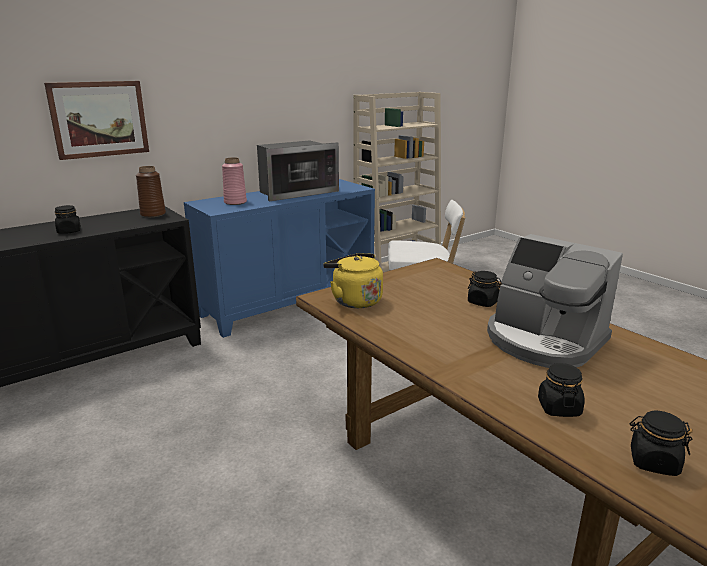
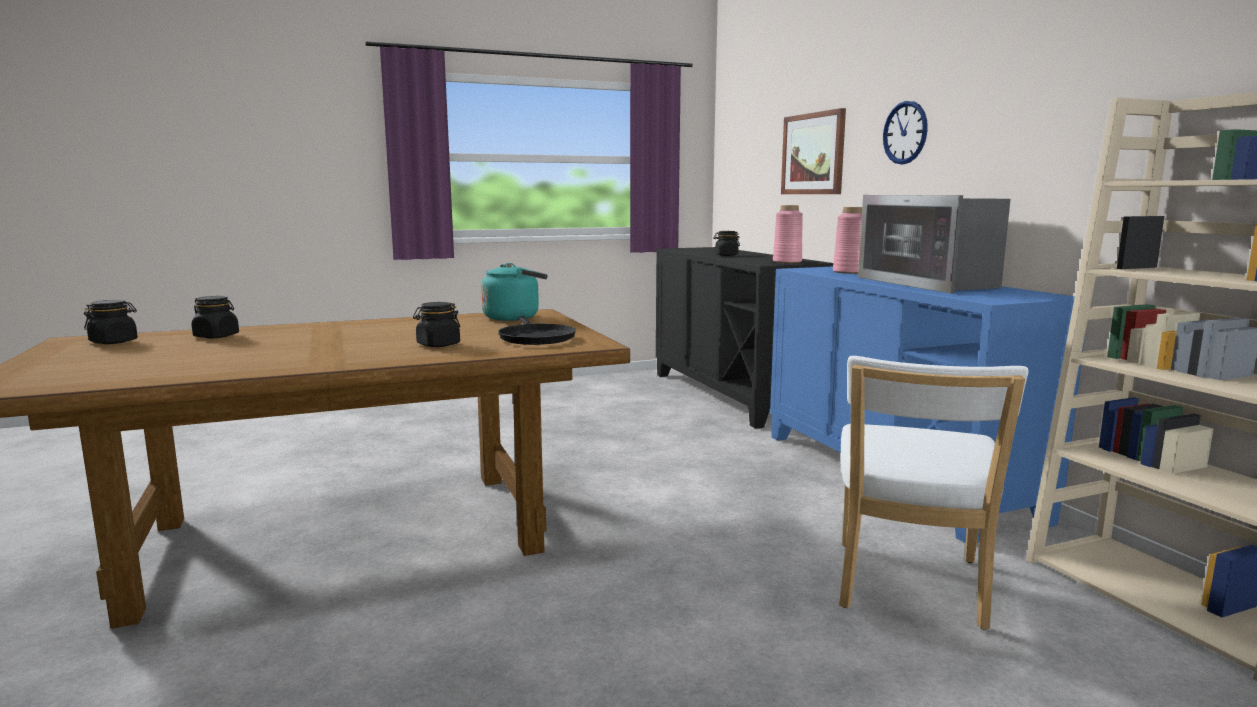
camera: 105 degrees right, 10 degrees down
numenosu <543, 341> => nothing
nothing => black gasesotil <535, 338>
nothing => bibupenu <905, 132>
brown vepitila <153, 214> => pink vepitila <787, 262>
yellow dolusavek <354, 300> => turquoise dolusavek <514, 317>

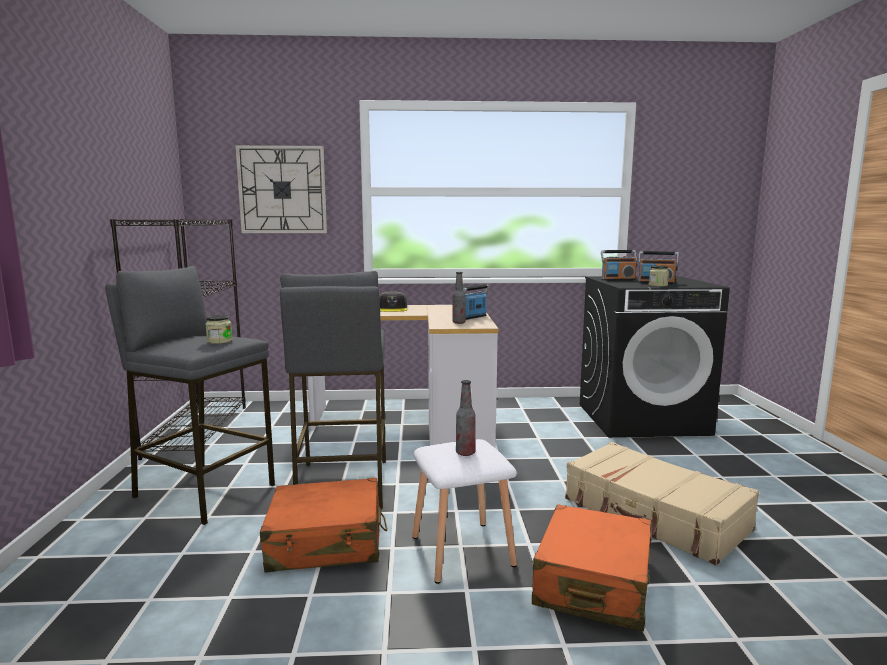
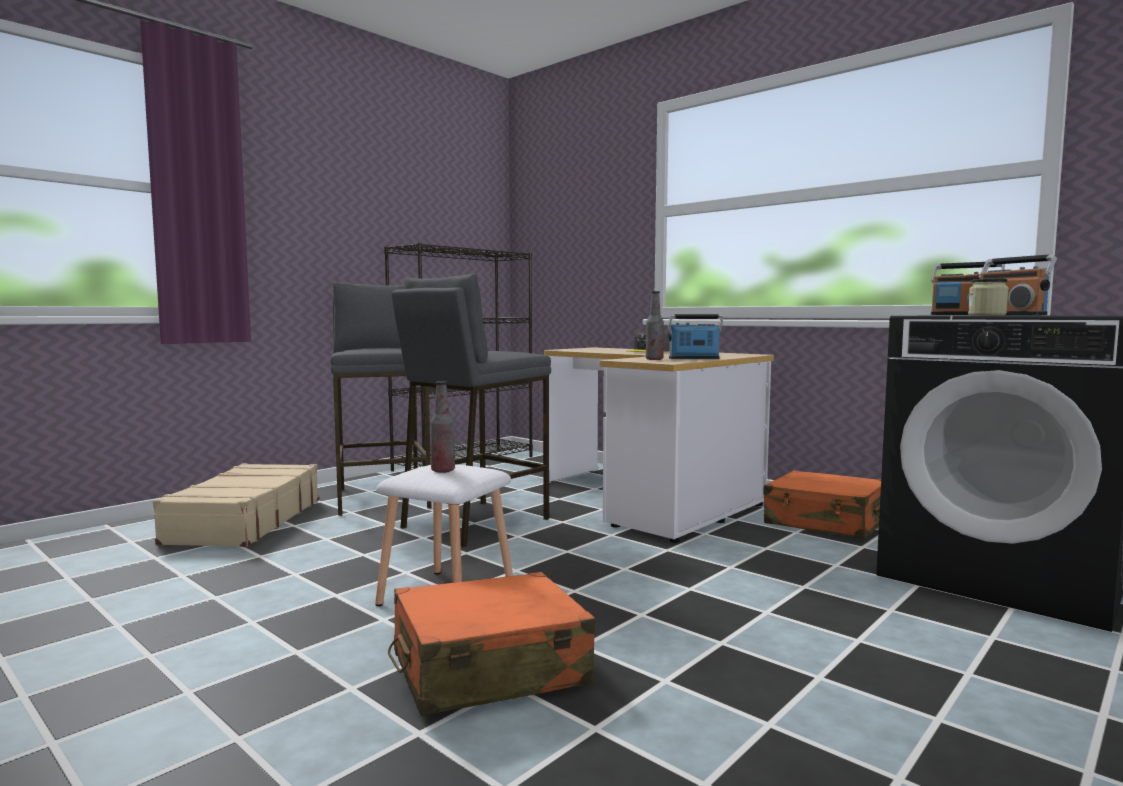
camera: 45 degrees right, 5 degrees down
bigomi <219, 341> => nothing
bibupenu <282, 190> => nothing
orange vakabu <326, 542> => orange vakabu <826, 522>, shifted
beige vakabu <654, 515> => beige vakabu <244, 521>, shifted

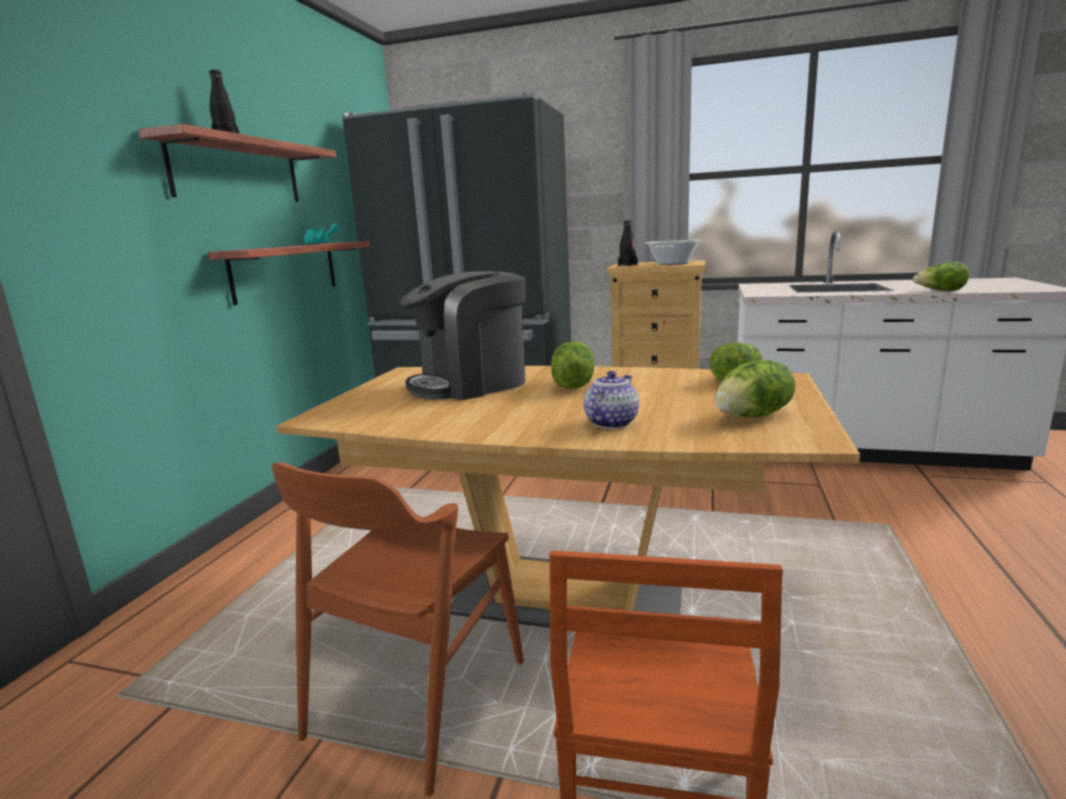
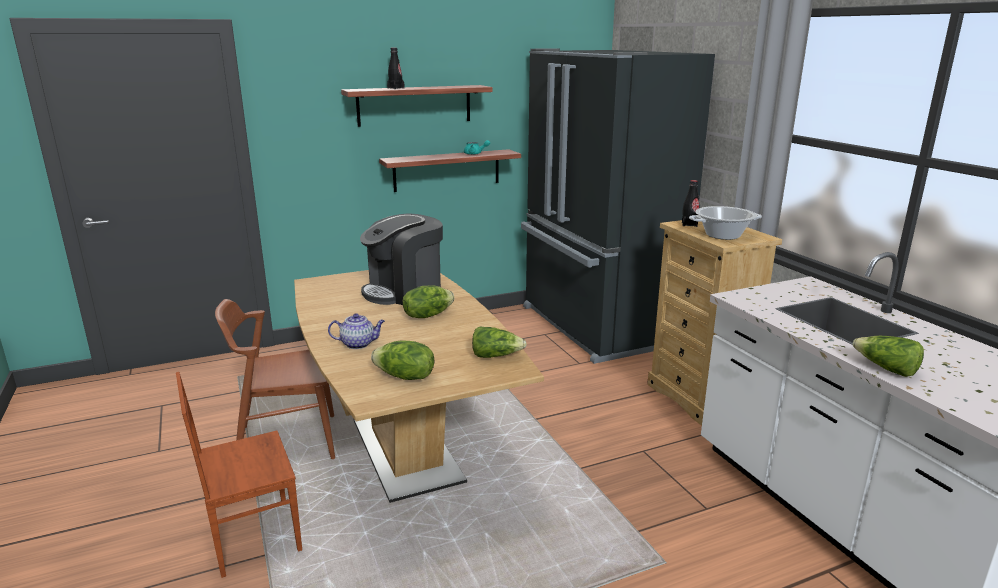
camera: 50 degrees right, 5 degrees up
numenosu <471, 384> => numenosu <404, 291>, 60 degrees counterclockwise

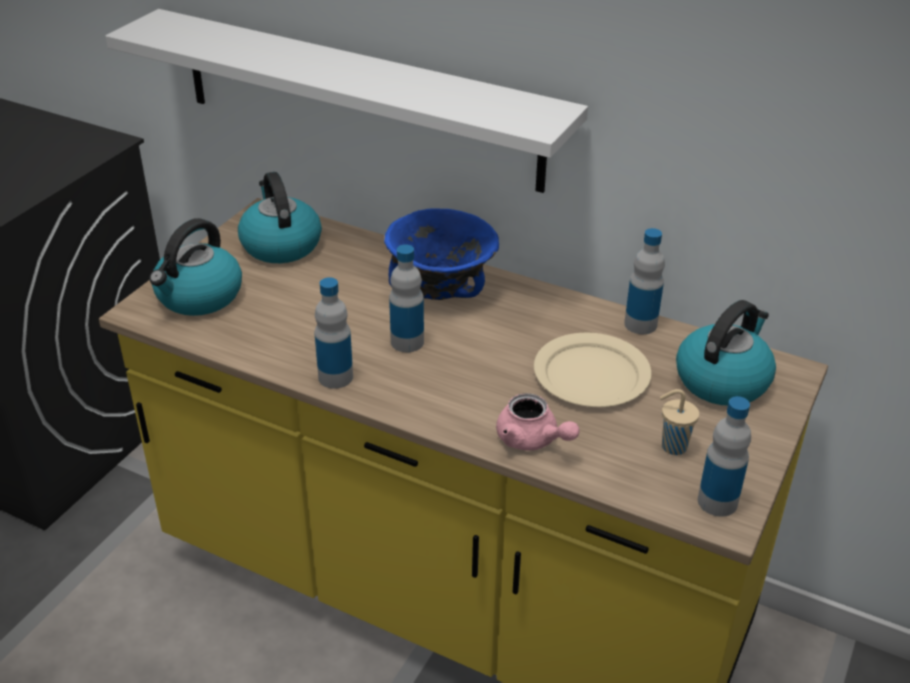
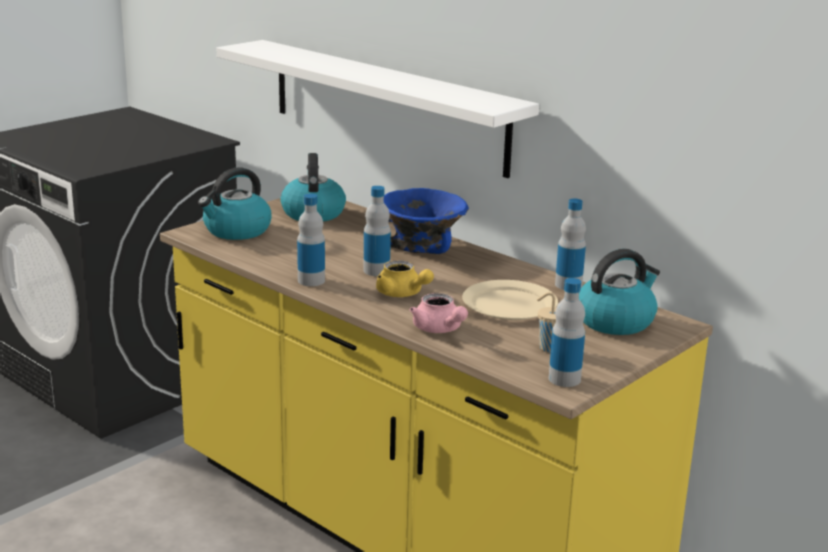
camera: 15 degrees right, 15 degrees down
nothing => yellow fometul <402, 294>

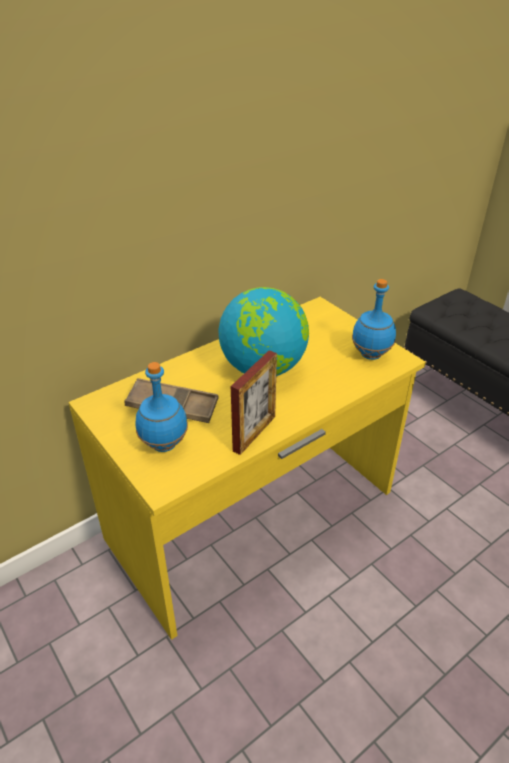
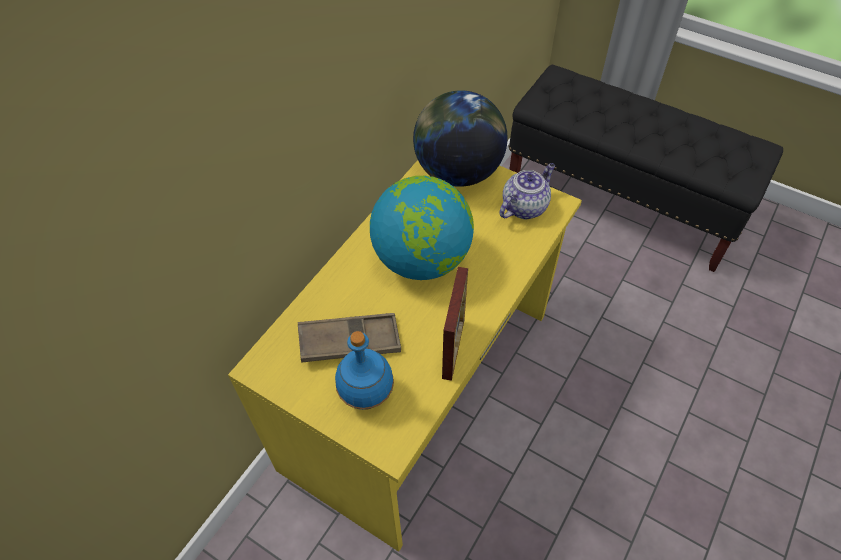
camera: 20 degrees left, 15 degrees up
nothing => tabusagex <458, 172>
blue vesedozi <371, 354> => fometul <524, 206>

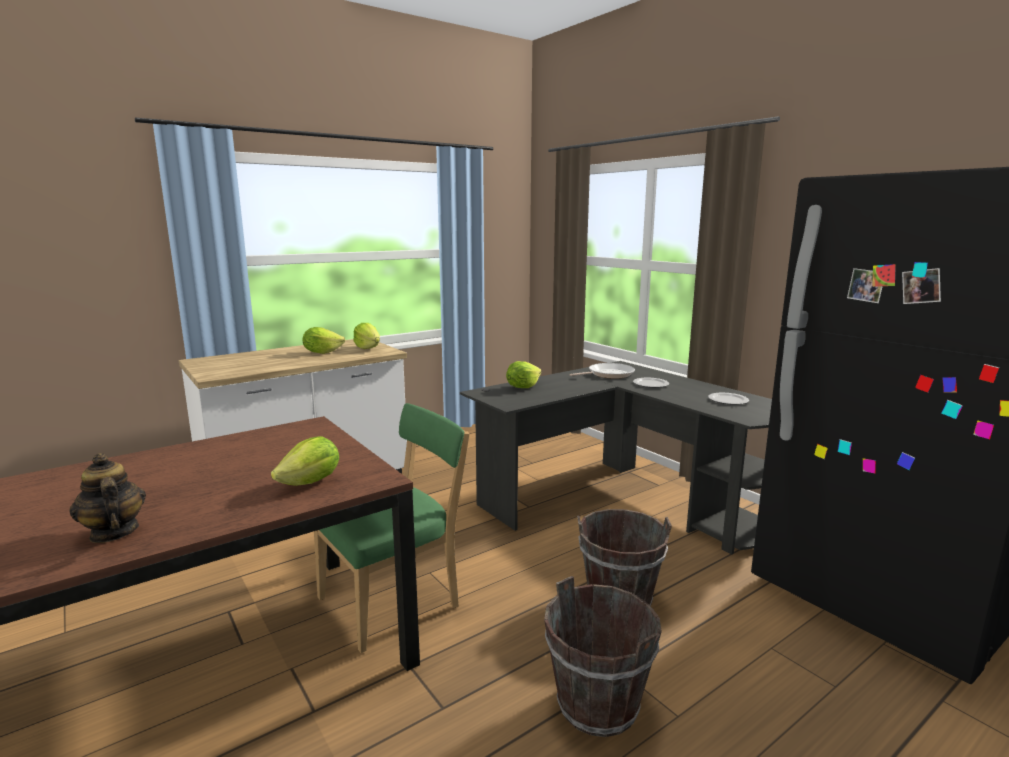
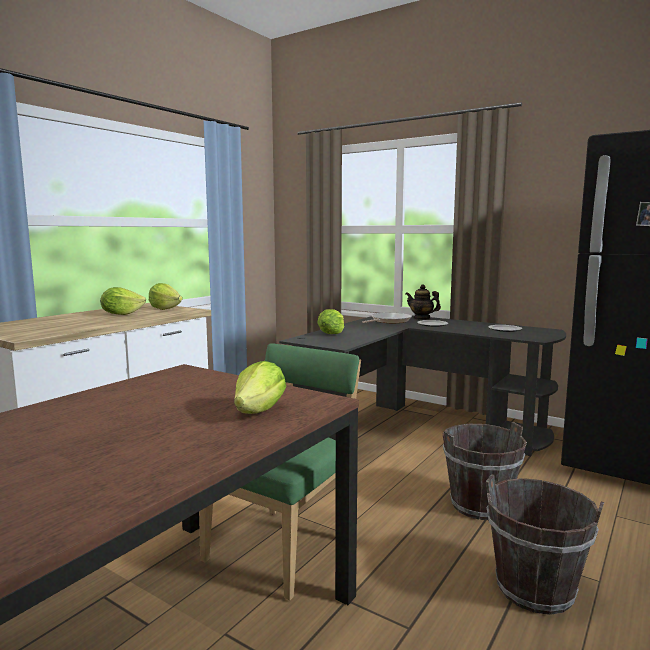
camera: 20 degrees left, 5 degrees down
fometul <113, 532> => fometul <421, 318>, shifted

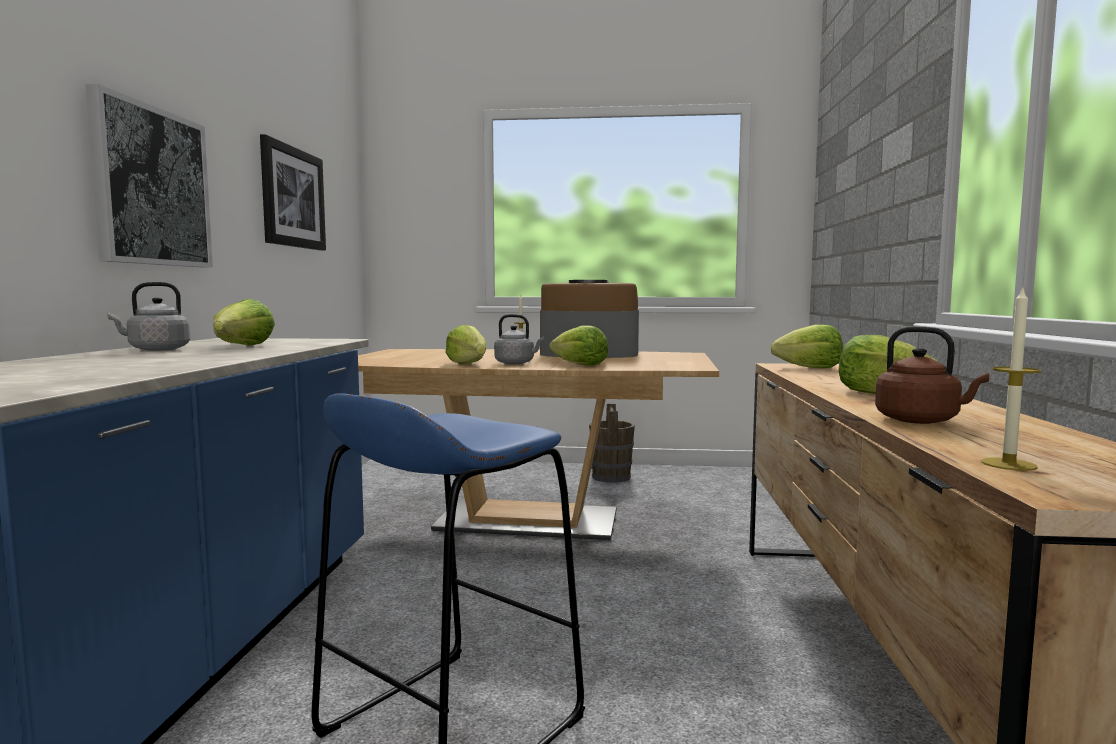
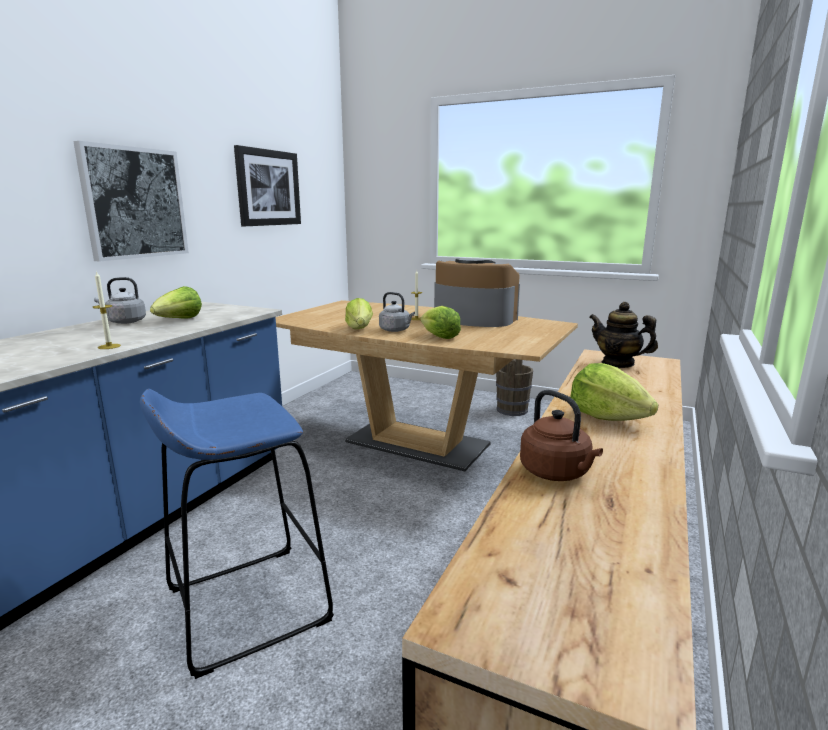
camera: 20 degrees right, 10 degrees up
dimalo <1008, 464> => dimalo <109, 346>, shifted
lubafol <810, 368> => fometul <618, 363>

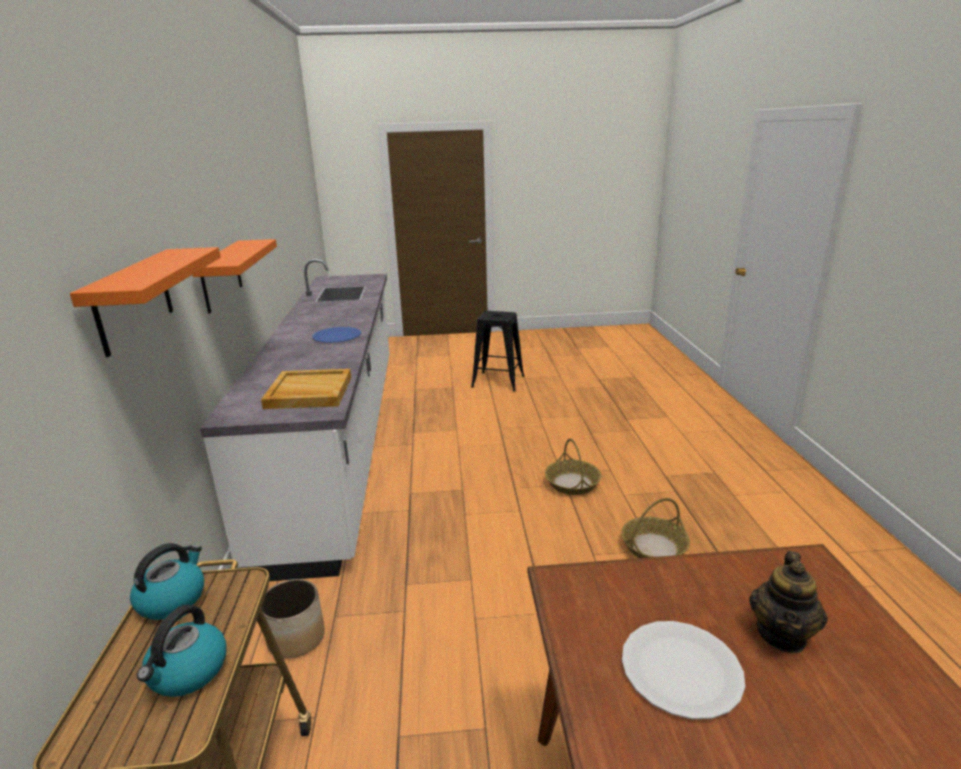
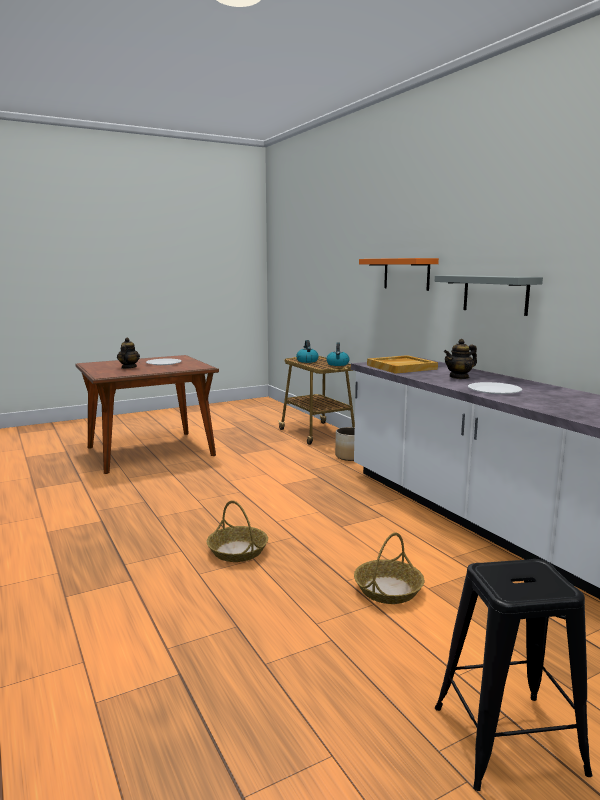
camera: 155 degrees right, 10 degrees down
nothing => fometul <459, 377>
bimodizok <654, 547> => bimodizok <388, 590>, shifted
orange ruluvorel <221, 276> => grey ruluvorel <495, 294>
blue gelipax <337, 336> => white gelipax <494, 390>

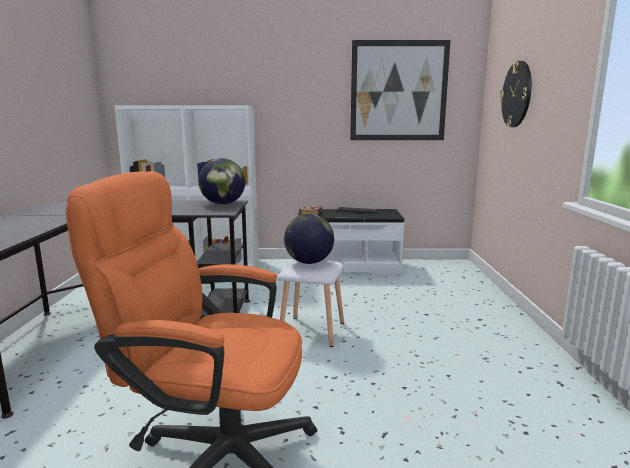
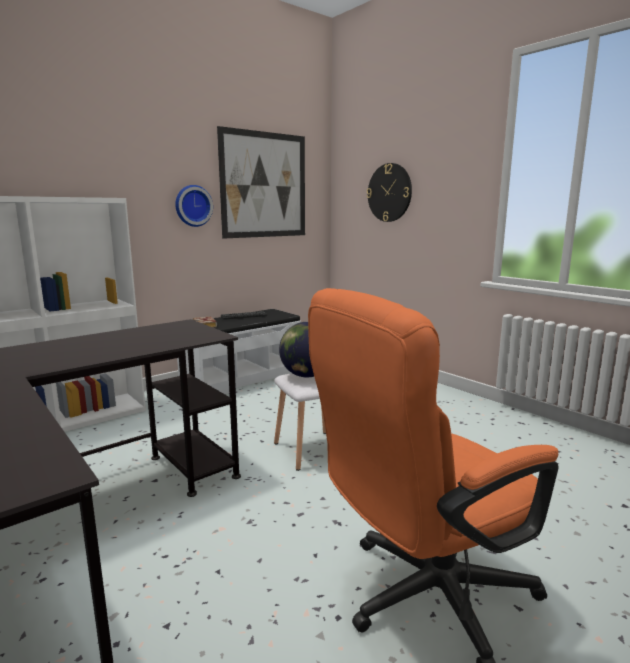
camera: 40 degrees left, 0 degrees up
tabusagex <223, 204> => nothing
nothing => bibupenu <193, 206>

